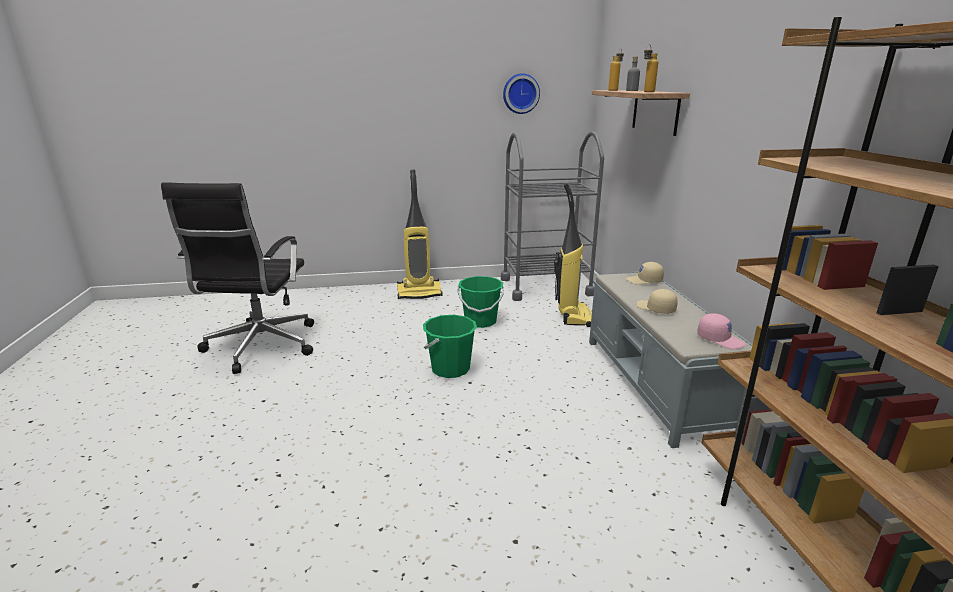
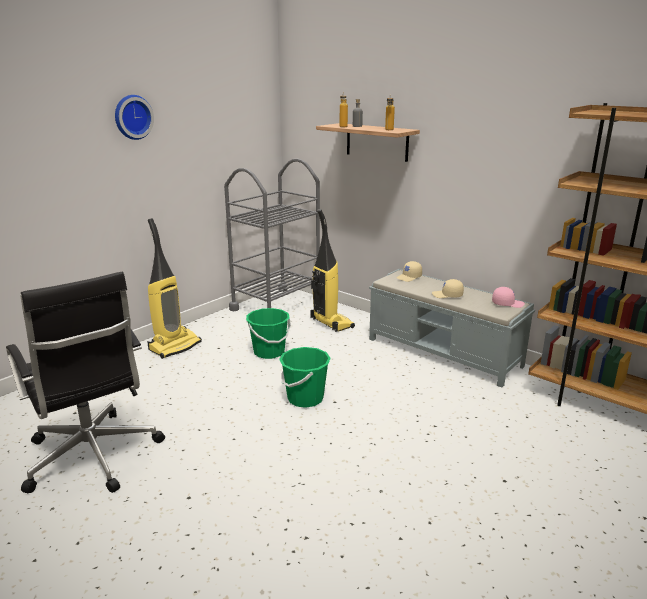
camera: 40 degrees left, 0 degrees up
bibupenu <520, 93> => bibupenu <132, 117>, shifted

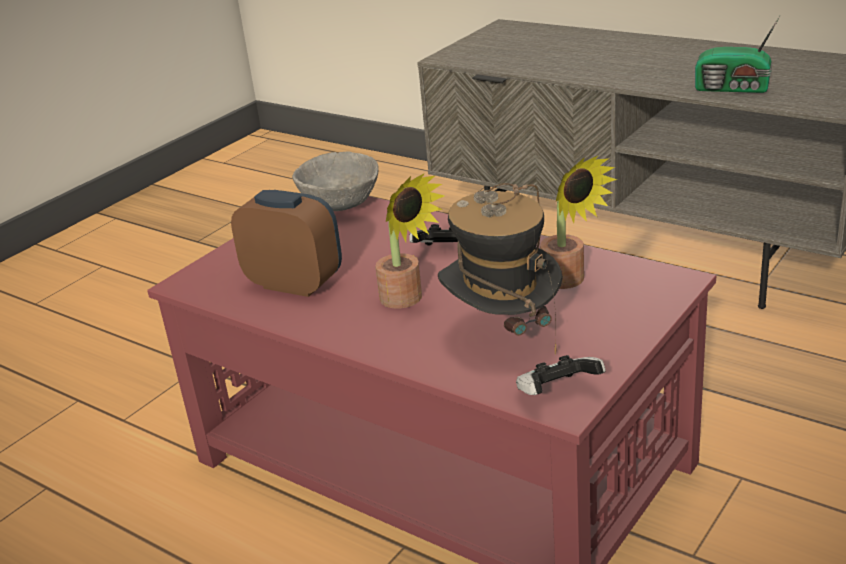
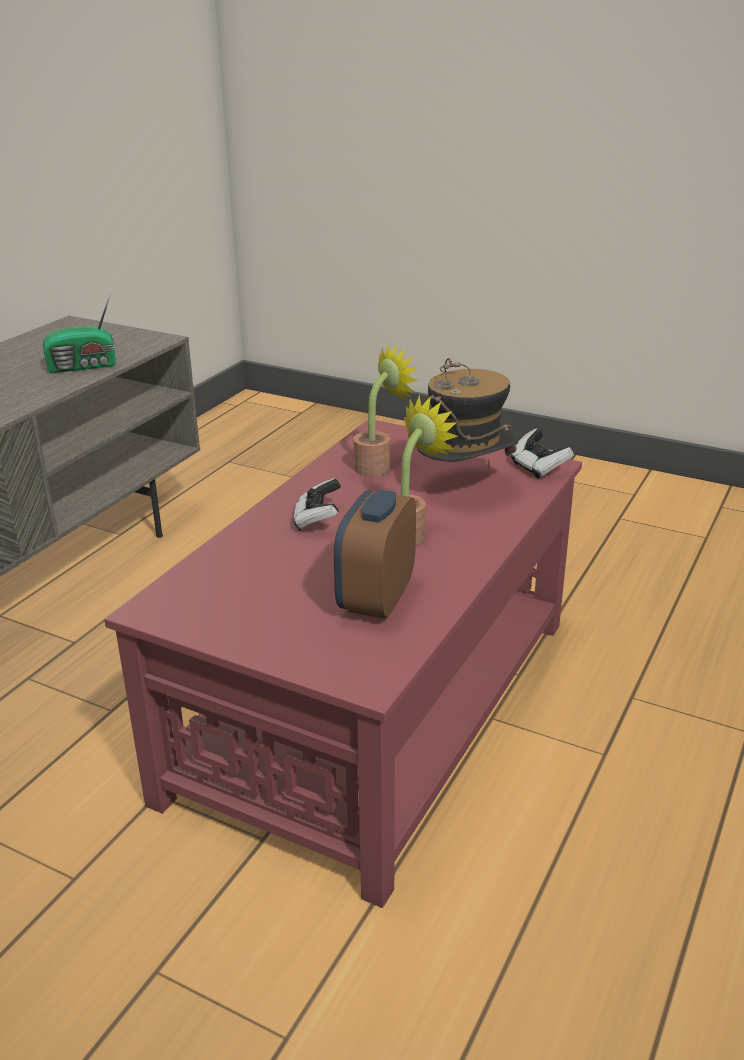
camera: 100 degrees left, 0 degrees up
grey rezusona <341, 204> => nothing
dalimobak <734, 89> => dalimobak <84, 366>, 60 degrees clockwise

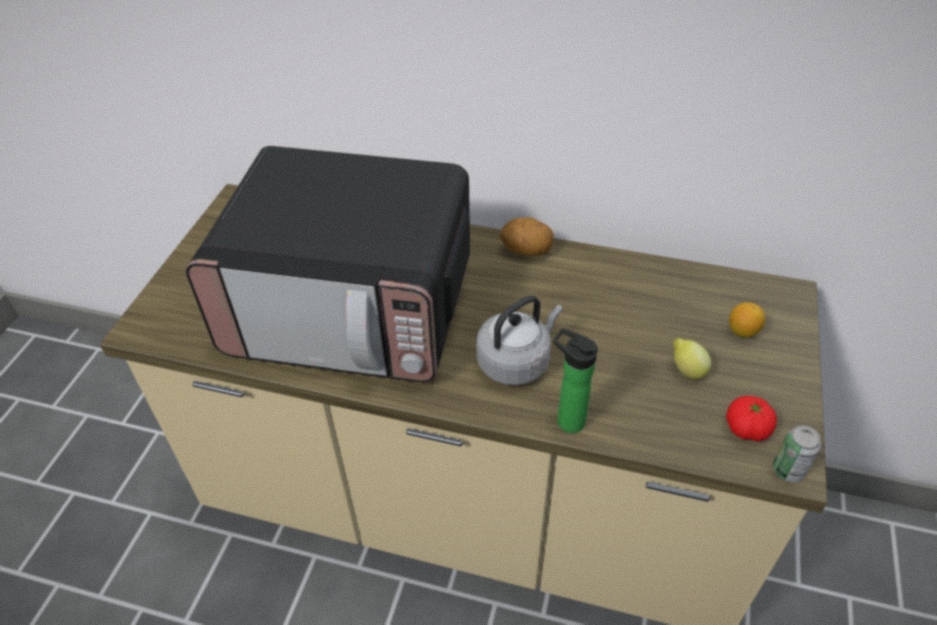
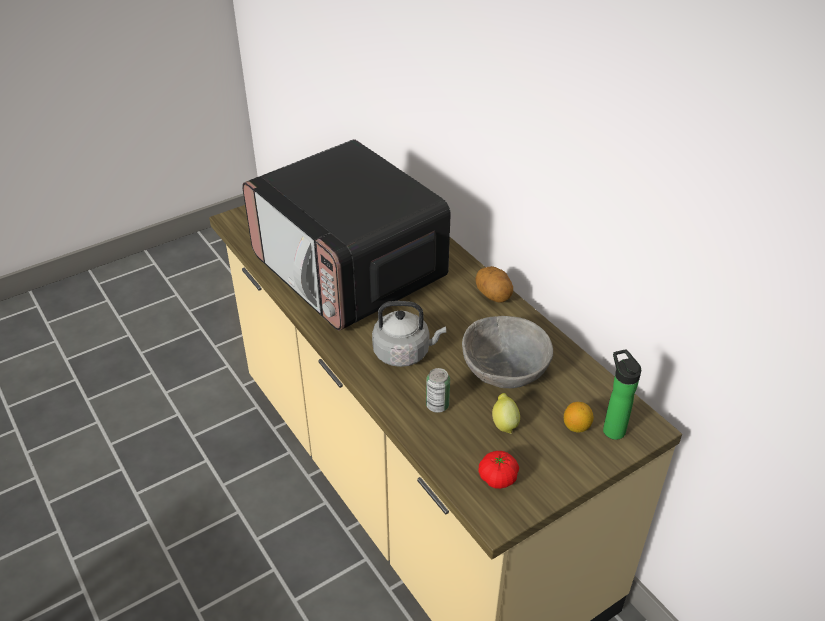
camera: 40 degrees right, 5 degrees down
nothing => grey rezusona <504, 369>
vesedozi <566, 420> => vesedozi <612, 428>, shifted
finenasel <788, 470> => finenasel <437, 405>, shifted

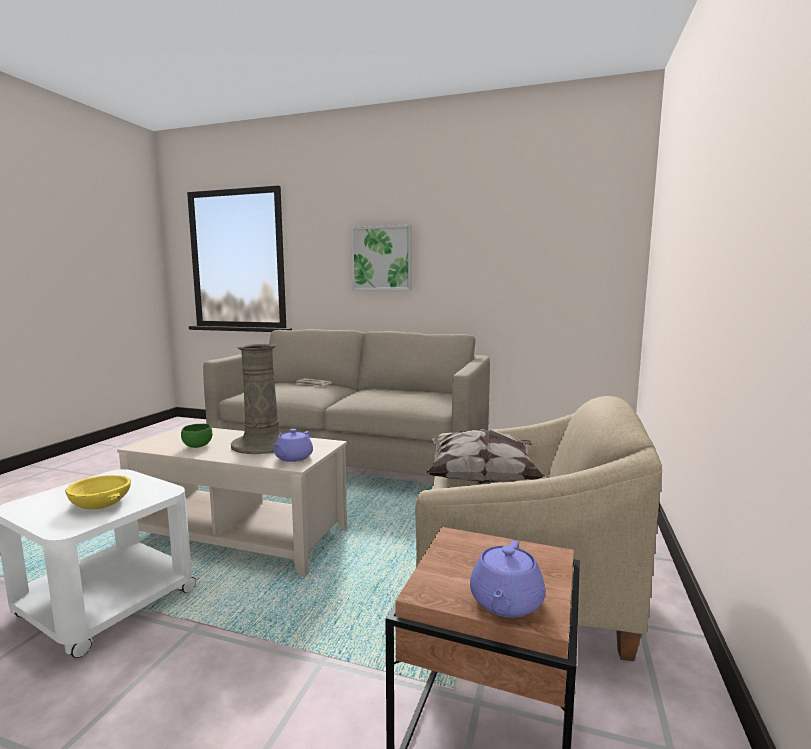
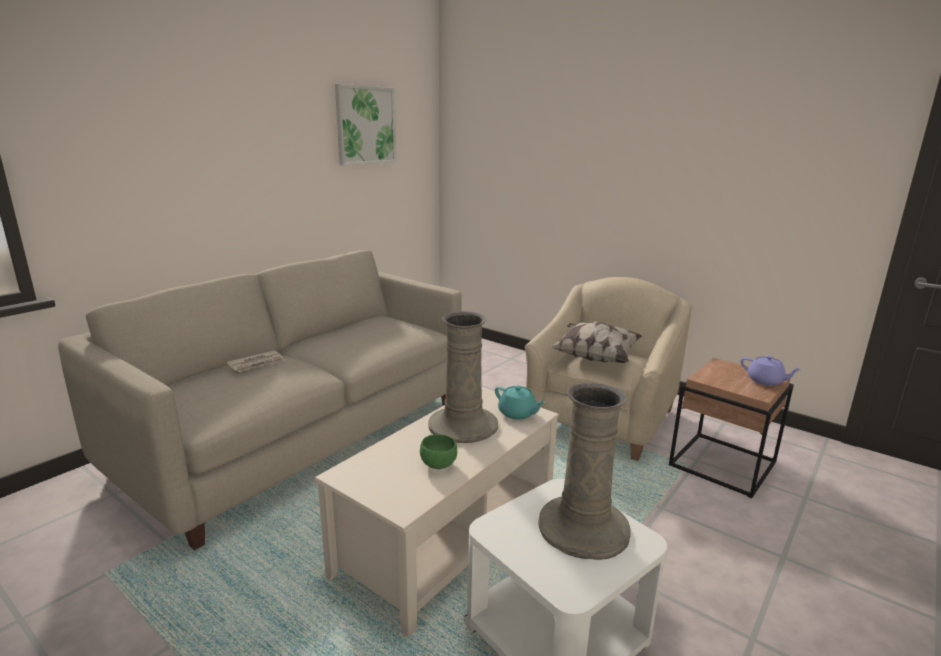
camera: 70 degrees left, 10 degrees up
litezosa <381, 258> => litezosa <365, 125>, shifted
yellow rezusona <100, 503> => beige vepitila <583, 528>
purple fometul <293, 458> => turquoise fometul <518, 414>

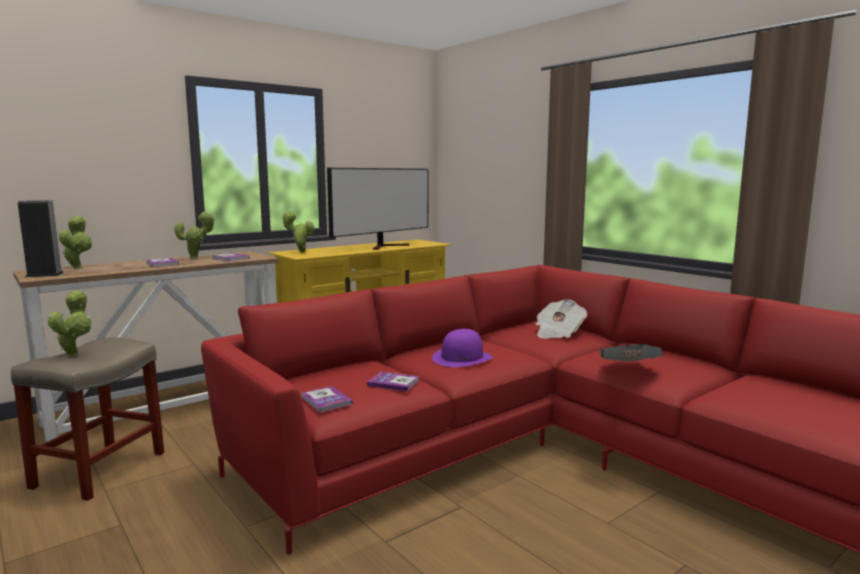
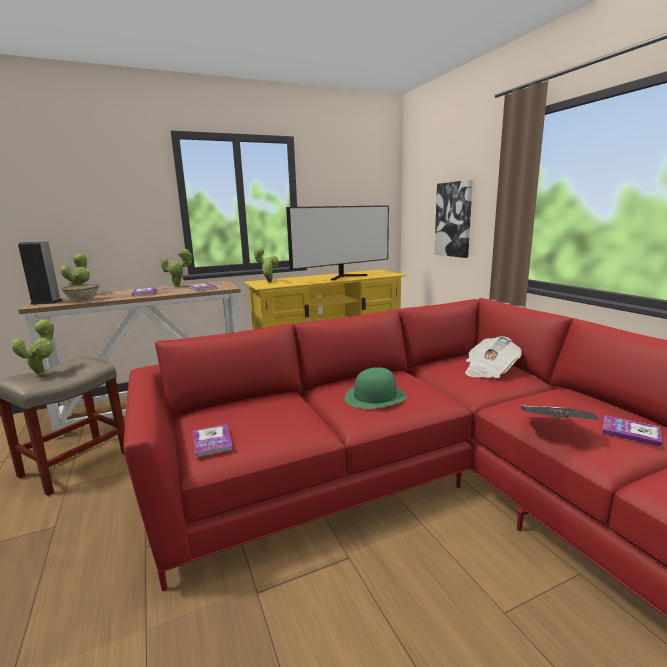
camera: 15 degrees right, 5 degrees up
nothing => rezusona <83, 300>
nothing => litezosa <454, 219>
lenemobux <393, 383> => lenemobux <630, 432>, shifted
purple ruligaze <462, 358> => green ruligaze <375, 397>

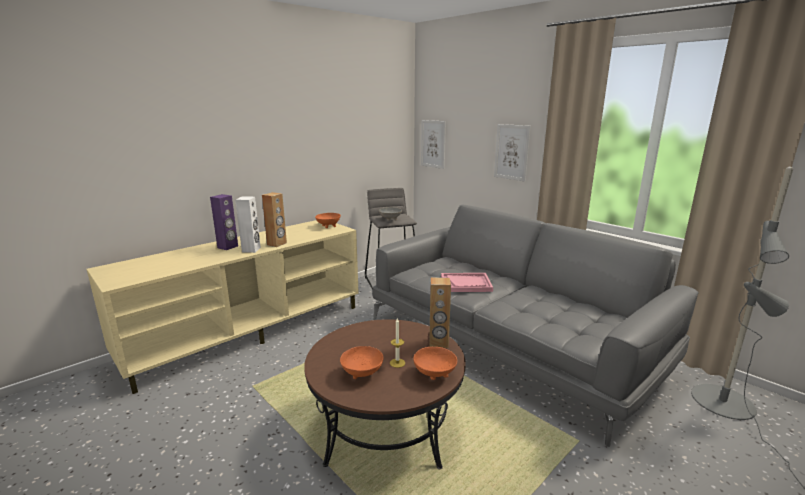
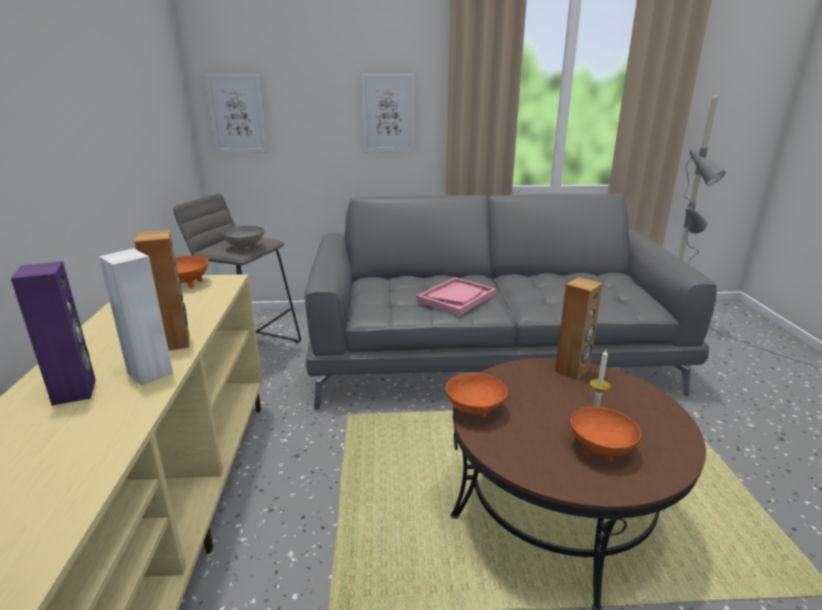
camera: 50 degrees left, 5 degrees up
orange rezusona <434, 374> => orange rezusona <474, 411>, shifted

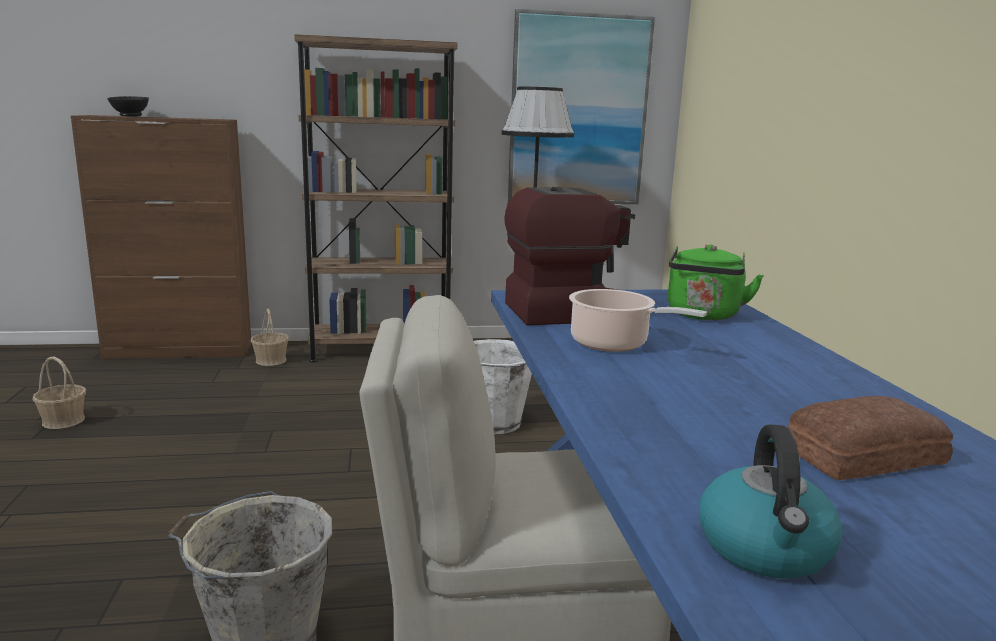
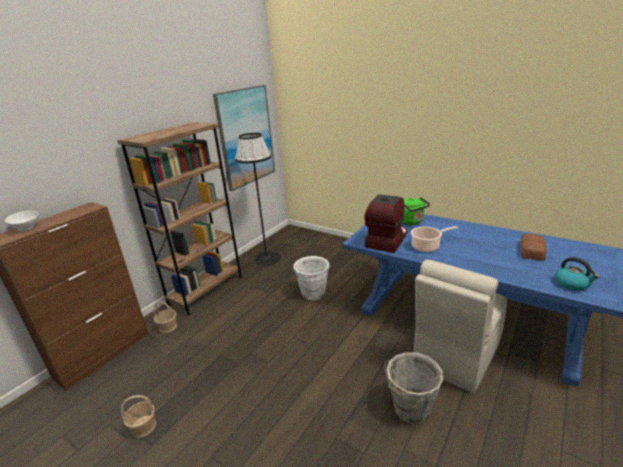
camera: 45 degrees left, 10 degrees up
black rezusona <129, 116> => white rezusona <26, 228>

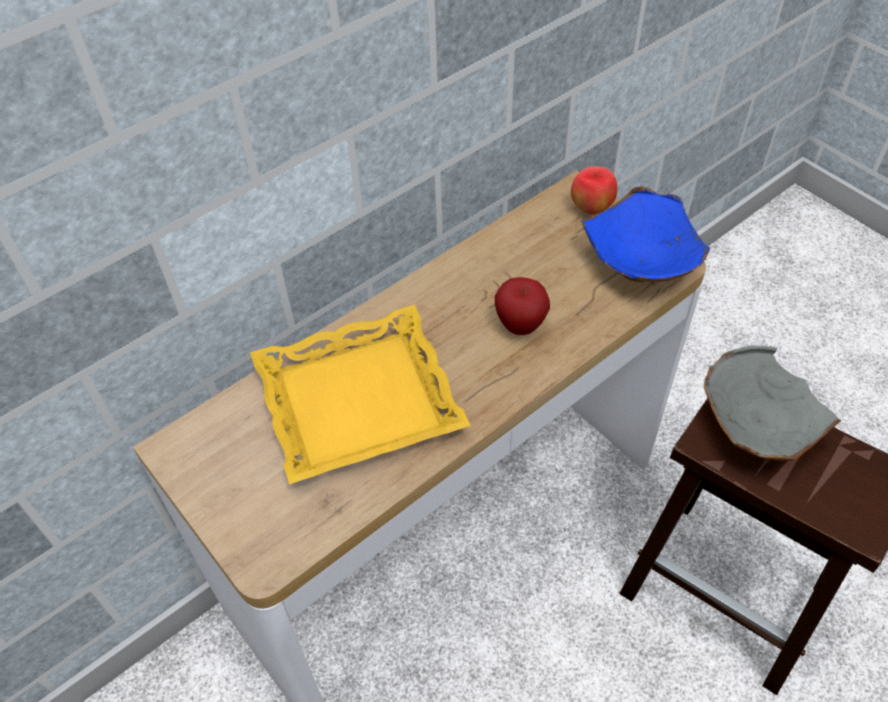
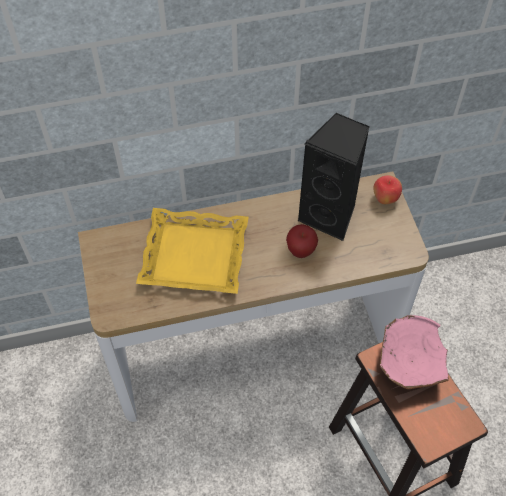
camera: 25 degrees right, 5 degrees up
blue rezusona <642, 265> => nothing
nothing => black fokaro <330, 215>
grey rezusona <754, 428> => pink rezusona <409, 364>

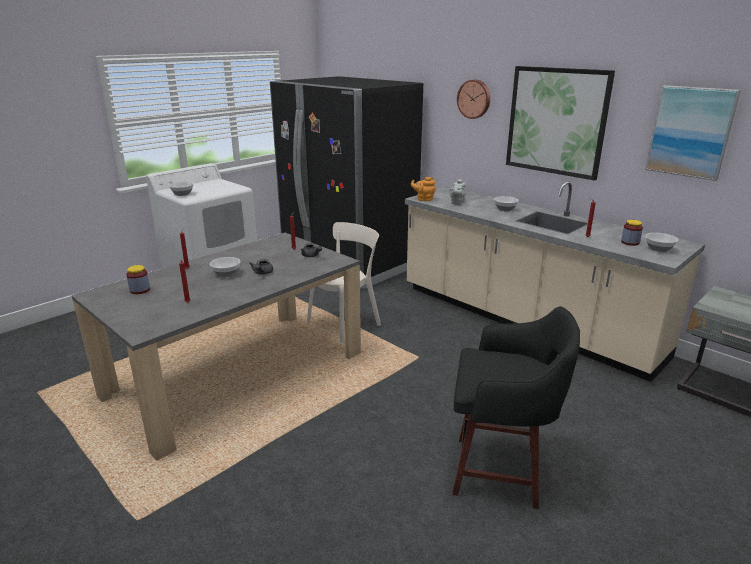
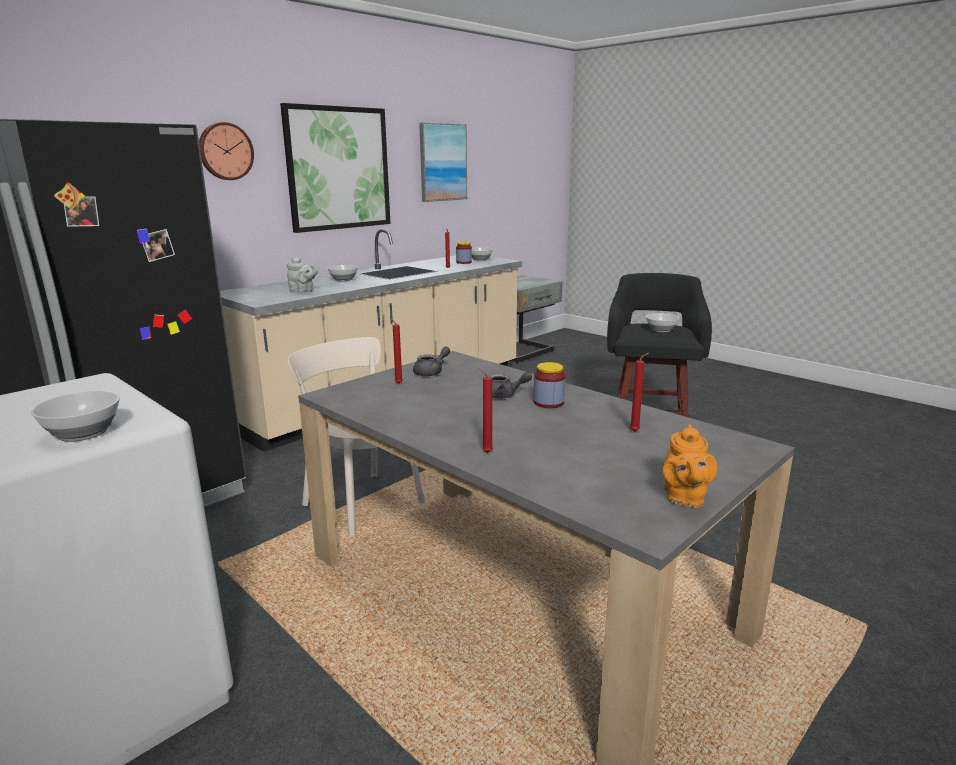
camera: 90 degrees left, 5 degrees down
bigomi <140, 290> => bigomi <548, 403>, shifted
rezusona <226, 274> => rezusona <661, 330>, shifted
orange fometul <424, 199> => orange fometul <684, 498>, shifted

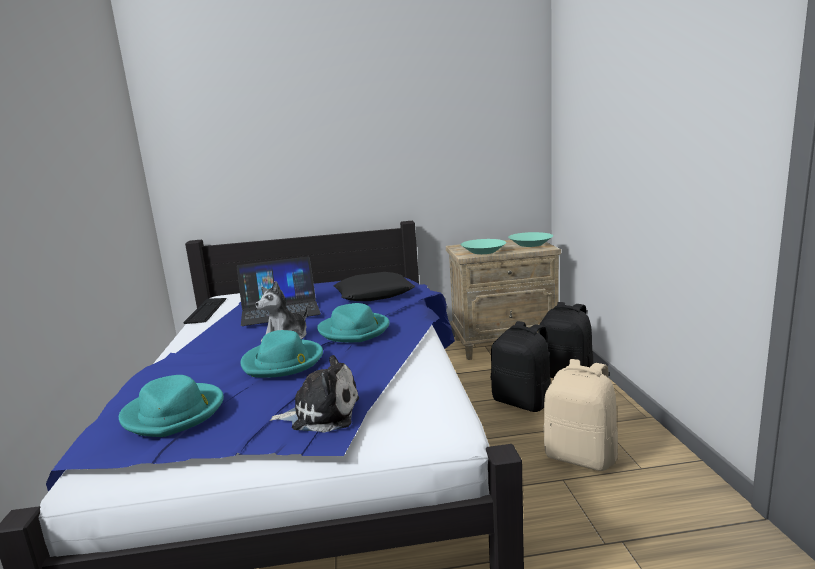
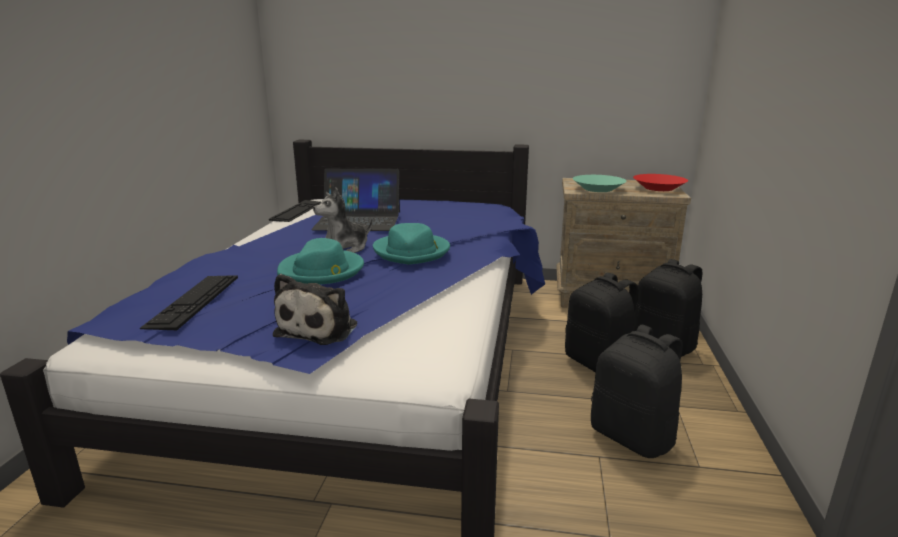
camera: 15 degrees right, 5 degrees up
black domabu <374, 294> => nothing
turquoise ruligaze <174, 413> => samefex <194, 300>
turquoise rezusona <530, 244> => red rezusona <658, 188>
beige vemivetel <580, 456> => black vemivetel <633, 436>
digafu <321, 414> => digafu <320, 328>, 90 degrees clockwise

